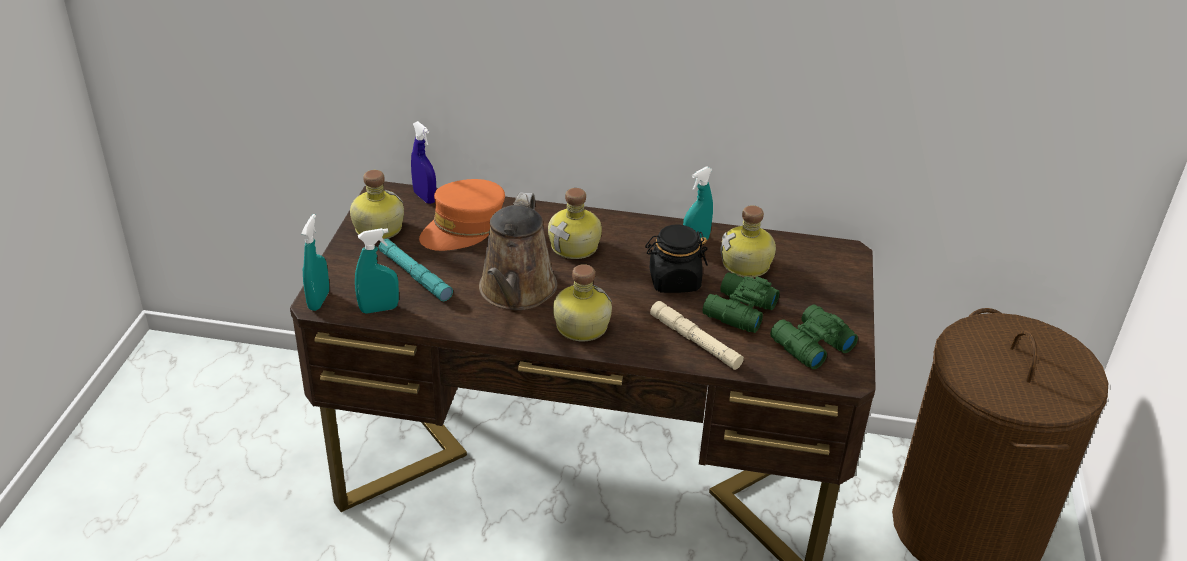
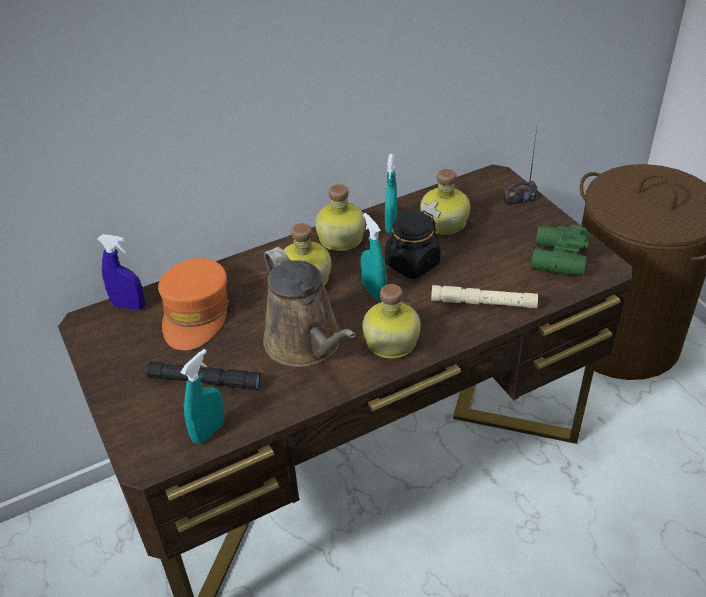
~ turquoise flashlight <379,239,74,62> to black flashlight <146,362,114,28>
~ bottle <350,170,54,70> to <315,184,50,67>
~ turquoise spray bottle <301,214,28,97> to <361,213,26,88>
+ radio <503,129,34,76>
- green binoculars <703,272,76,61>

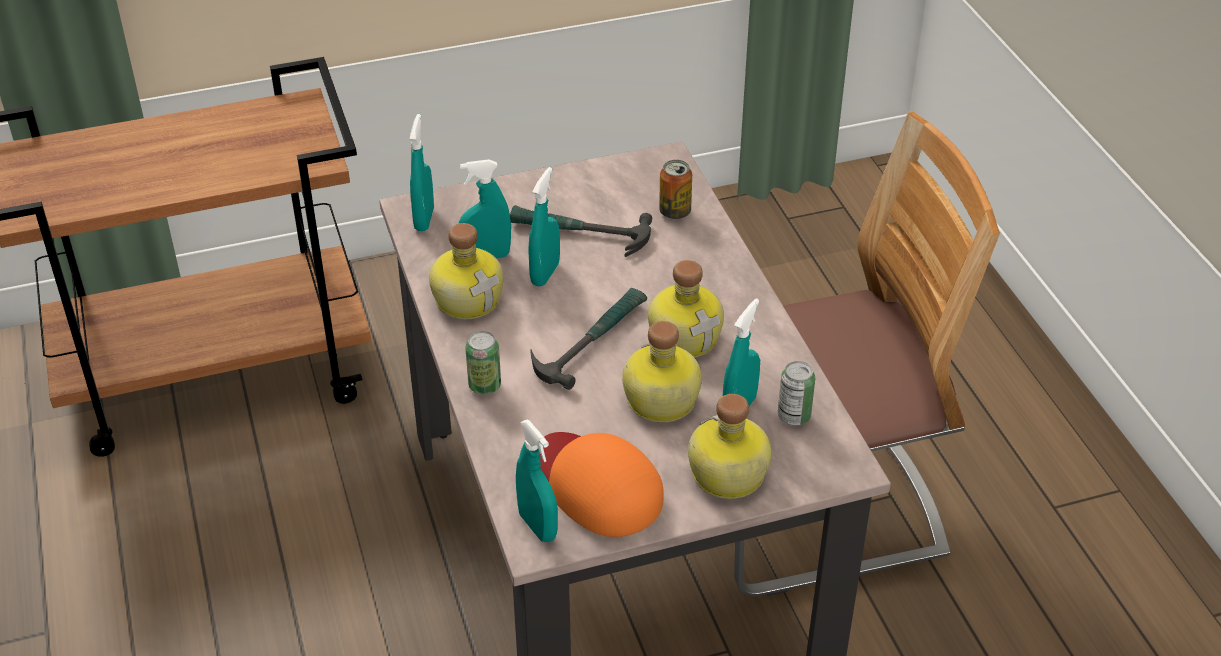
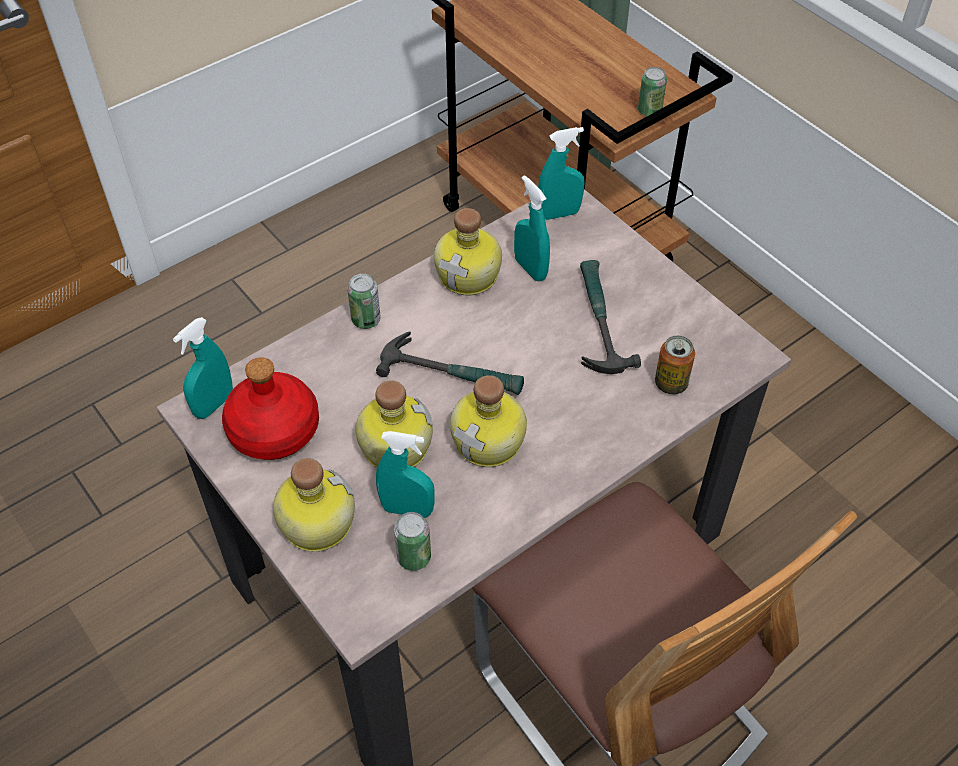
~ orange cap <540,432,124,105> to red bottle <222,357,97,103>
+ can <638,67,29,50>
- turquoise spray bottle <528,167,32,120>

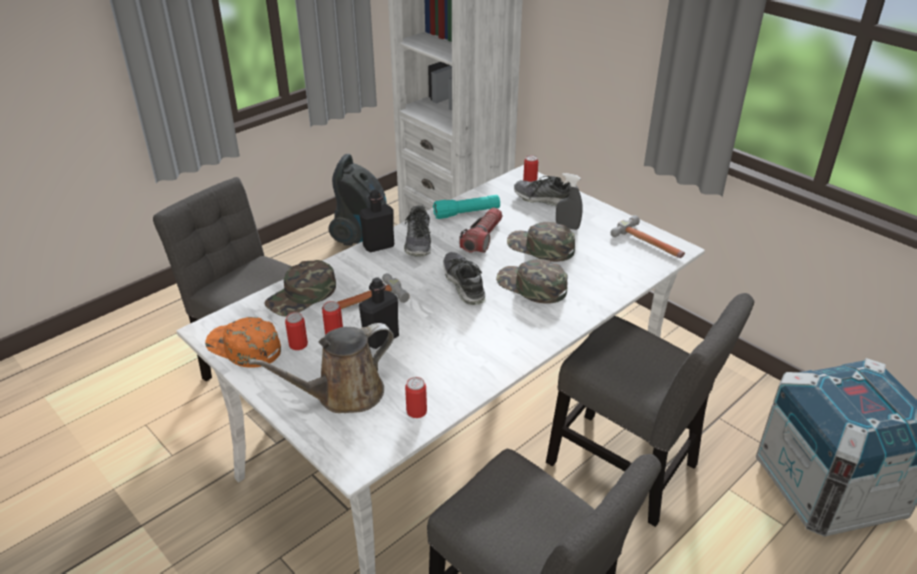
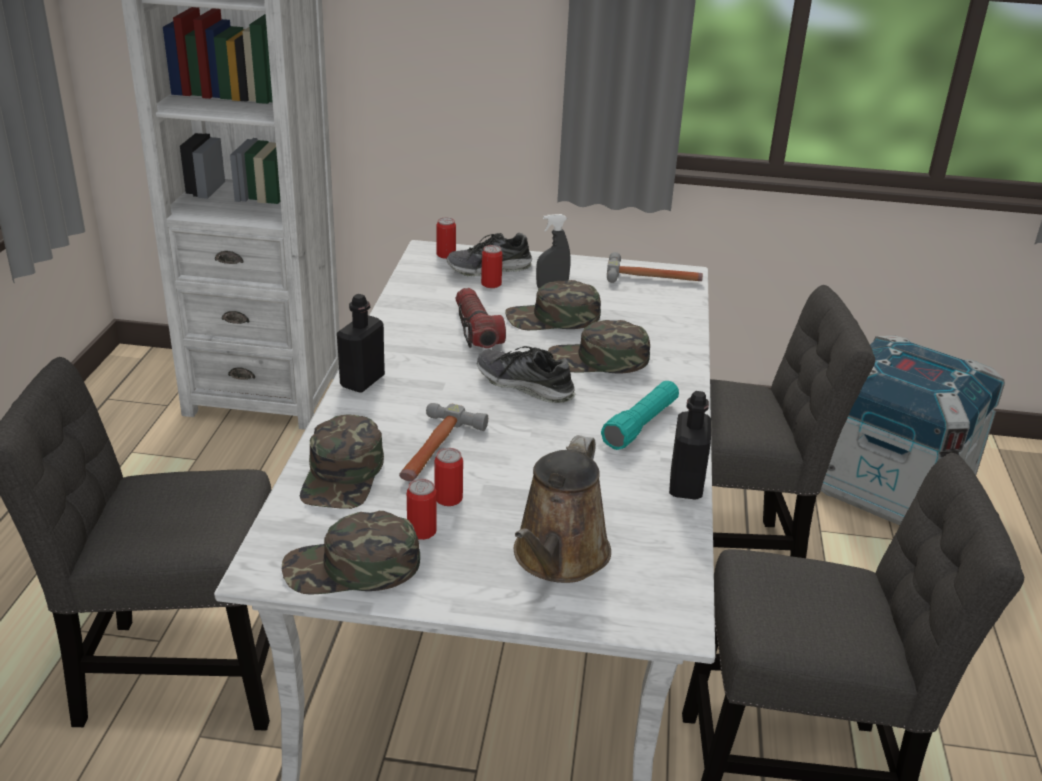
~ orange cap <205,317,76,51> to green cap <282,511,138,84>
~ can <405,377,22,41> to <481,245,22,43>
~ turquoise flashlight <433,195,67,24> to <601,381,78,69>
~ black bottle <359,277,40,72> to <669,391,42,109>
- vacuum cleaner <328,154,58,92>
- shoe <404,205,27,51>

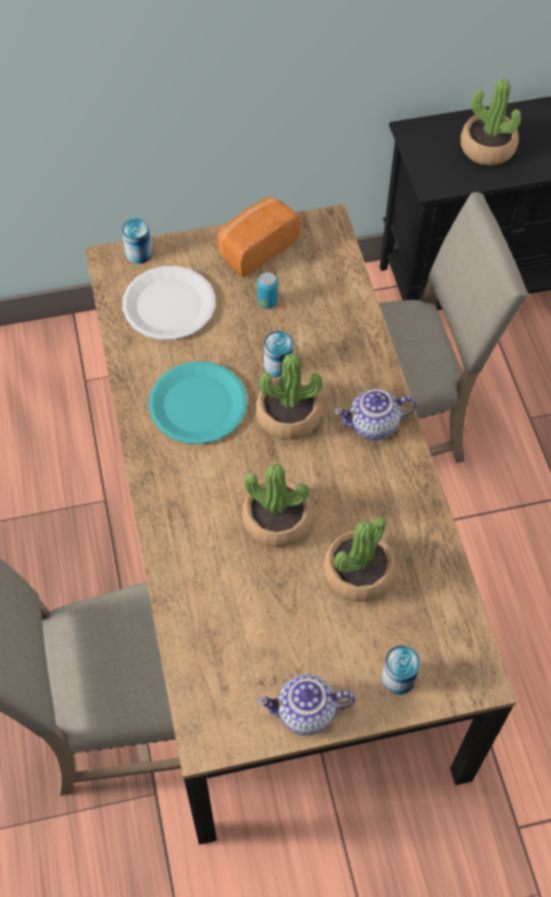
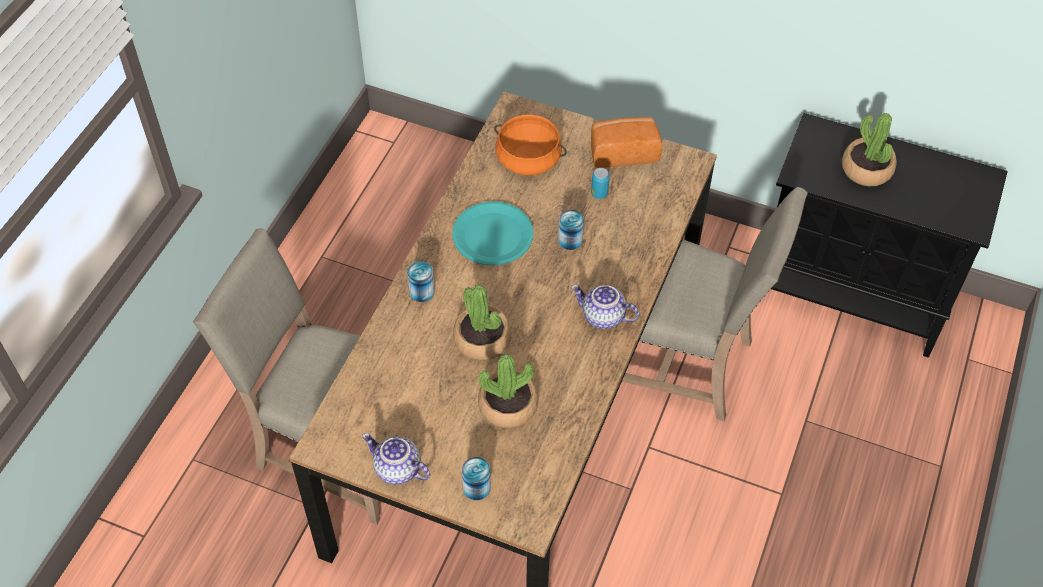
~ can <122,218,31,46> to <407,261,28,41>
~ white plate <122,266,93,74> to orange cooking pot <494,115,73,60>
- potted plant <255,353,68,87>

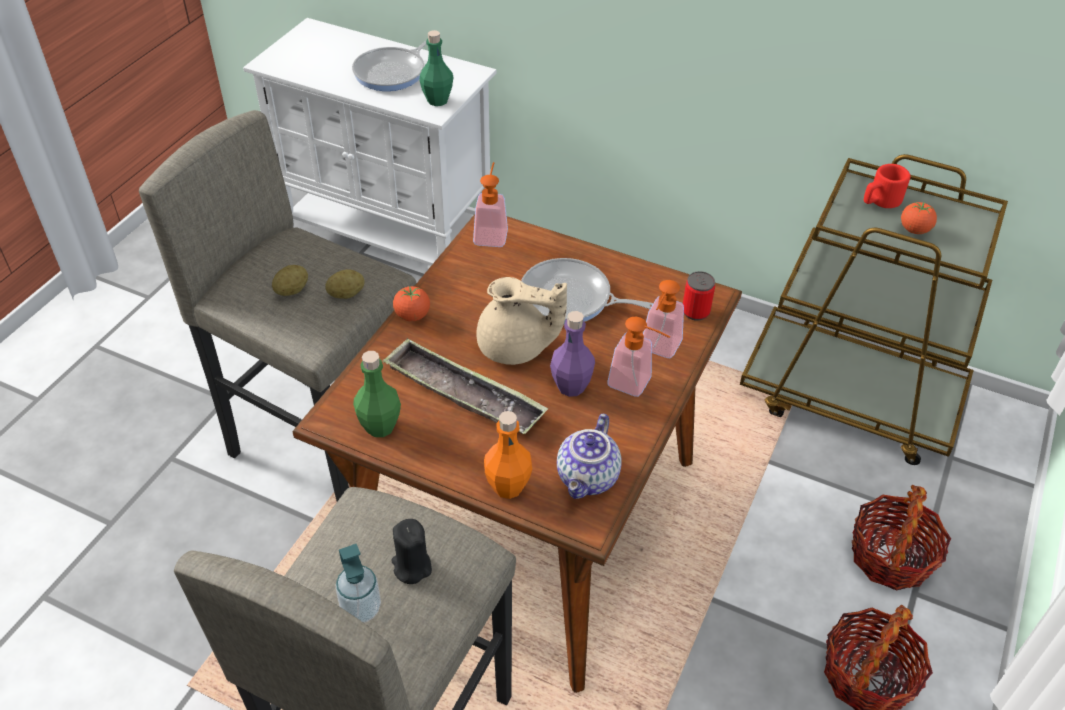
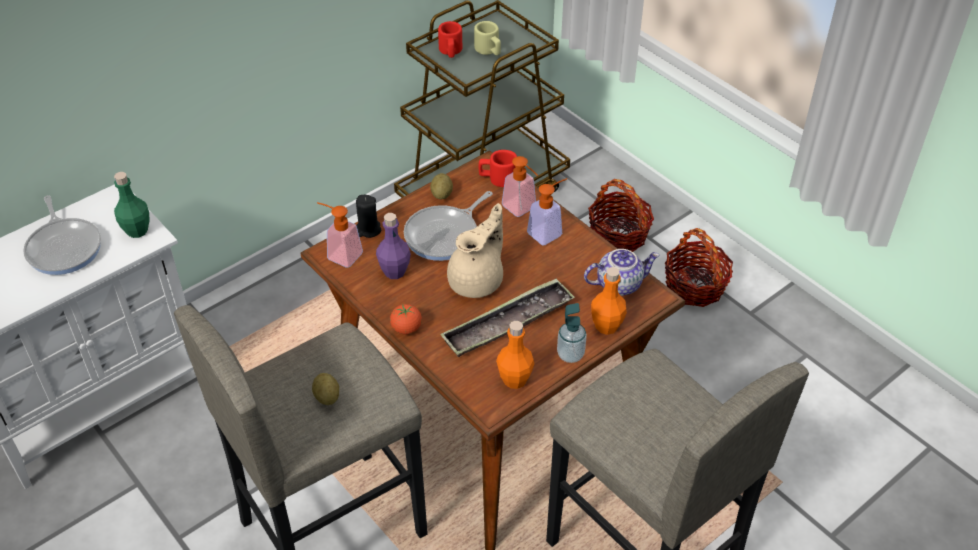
~ black candle <391,519,41,65> to <356,195,25,43>
~ purple bottle <550,311,45,86> to <376,213,35,66>
~ potato <326,269,39,30> to <430,173,23,26>
~ tomato <901,202,36,32> to beige mug <474,21,27,34>
~ can <683,271,32,50> to red mug <479,150,38,37>
~ green bottle <353,351,48,86> to orange bottle <496,321,38,68>
~ soap dispenser <335,544,46,79> to <557,303,30,60>
~ teapot <557,414,65,85> = <584,249,76,47> 60 degrees counterclockwise

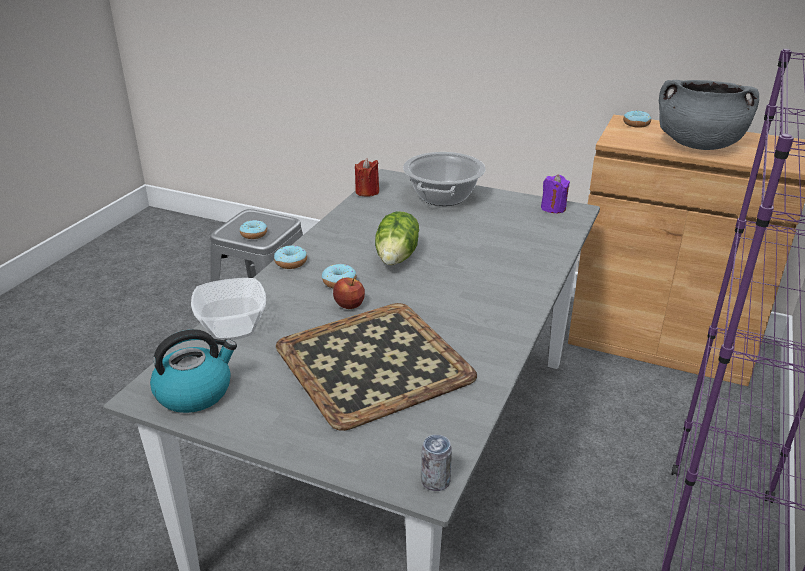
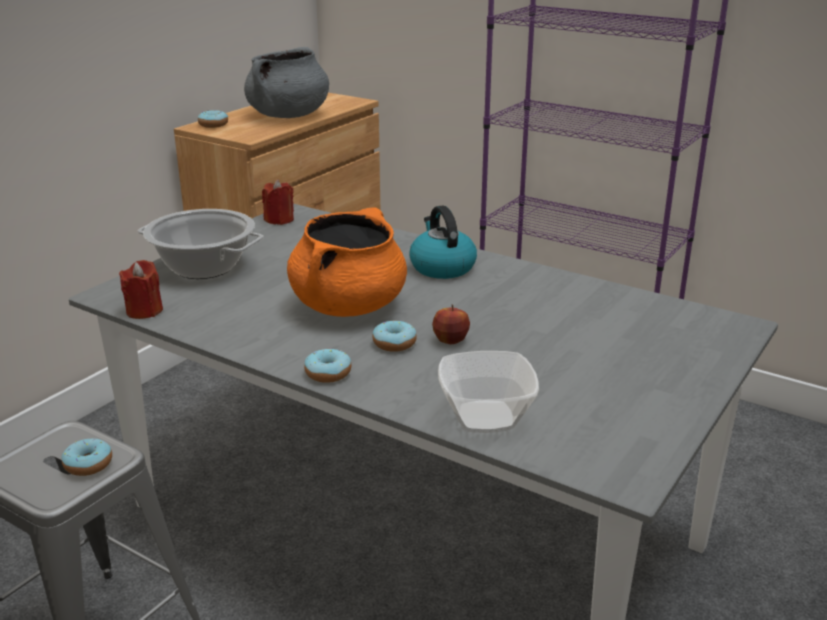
~ purple candle <541,174,29,39> to red candle <262,179,32,46>
~ lettuce <375,211,44,54> to orange cooking pot <287,208,120,109>
~ kettle <150,329,87,84> to <409,205,68,74>
- tray <276,303,201,128>
- can <421,435,31,56>

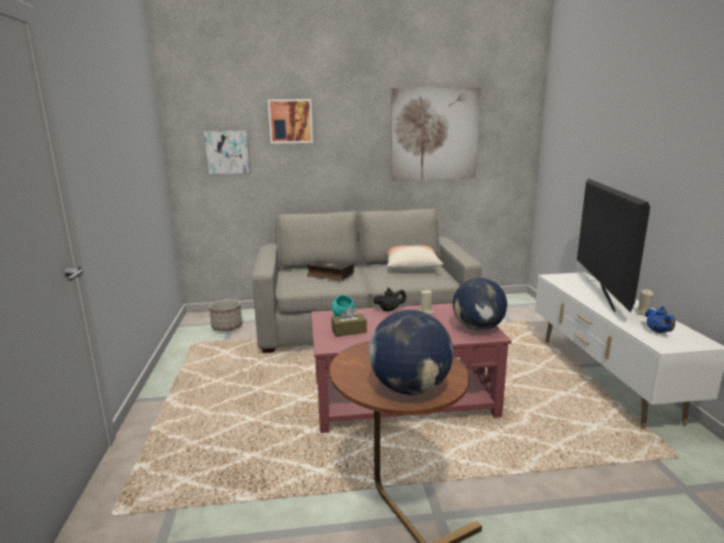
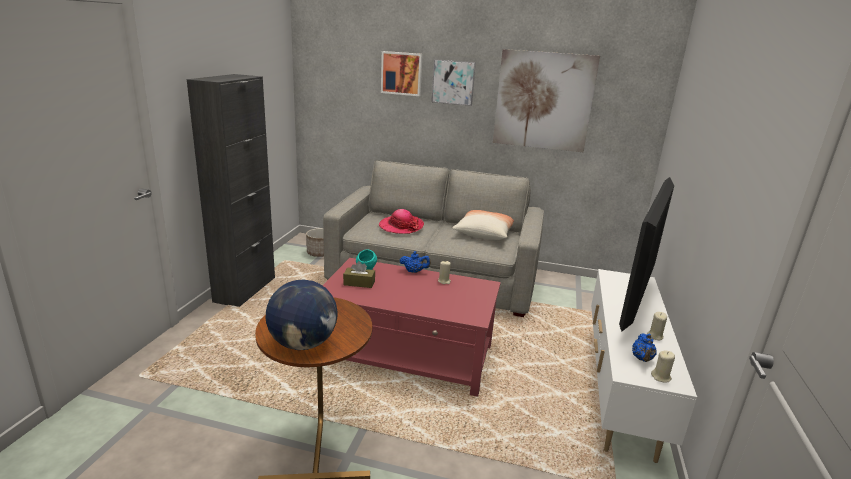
+ black cabinet <187,74,88,233>
~ book <307,260,47,21> to hat <379,209,45,25>
~ black teapot <373,288,33,23> to blue teapot <400,251,31,22>
~ picture <203,130,48,45> to <431,59,45,47>
+ beige candle <651,350,24,33>
- globe <453,278,54,53>

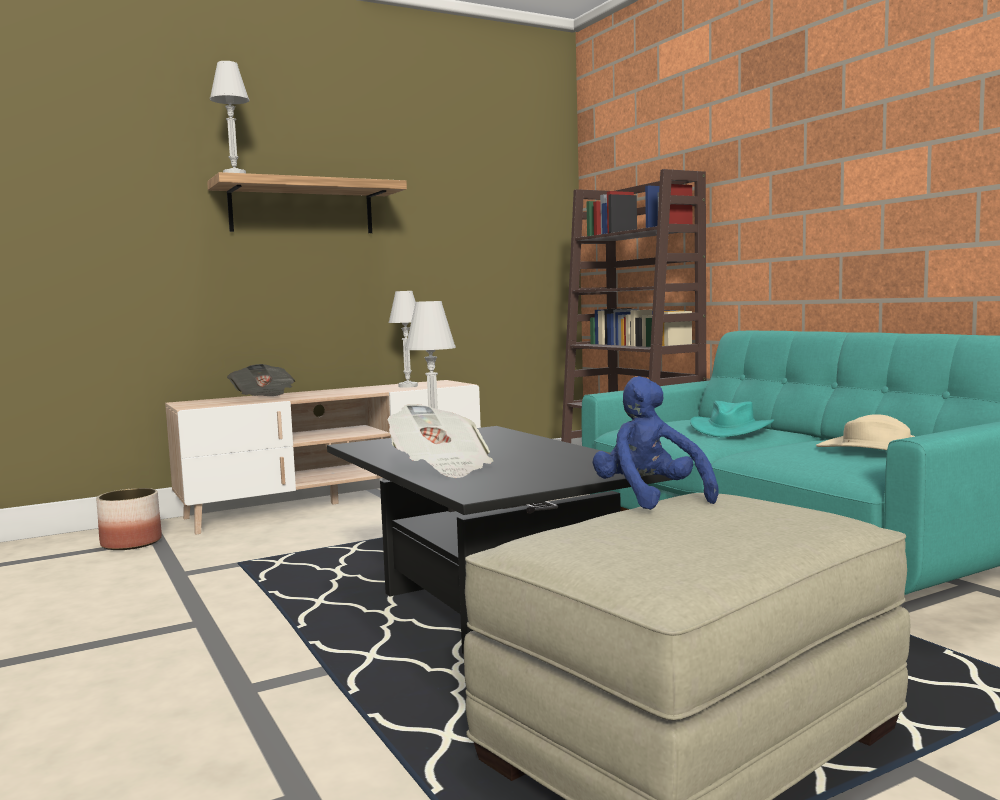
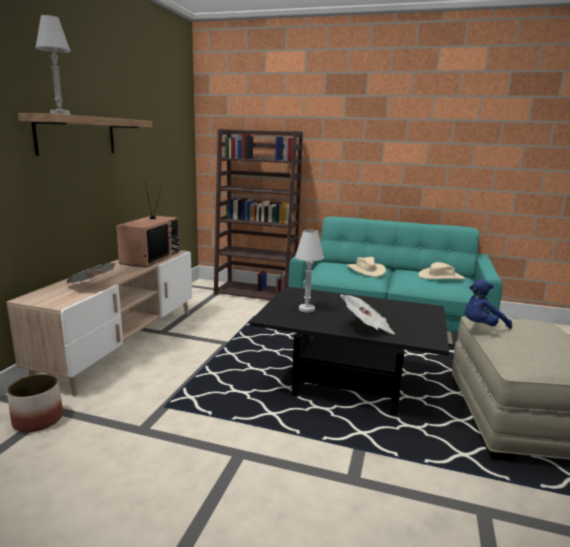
~ white table lamp <389,291,29,97> to television <116,182,64,85>
~ turquoise hat <690,401,84,36> to beige hat <347,257,39,20>
~ blue plush toy <592,376,127,134> = <465,279,47,50> 45 degrees counterclockwise

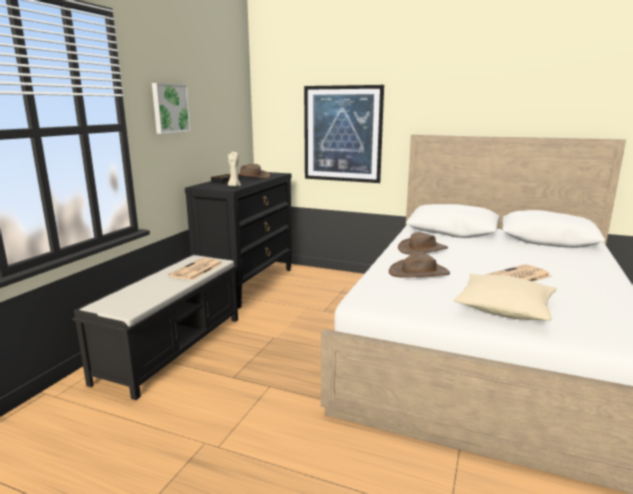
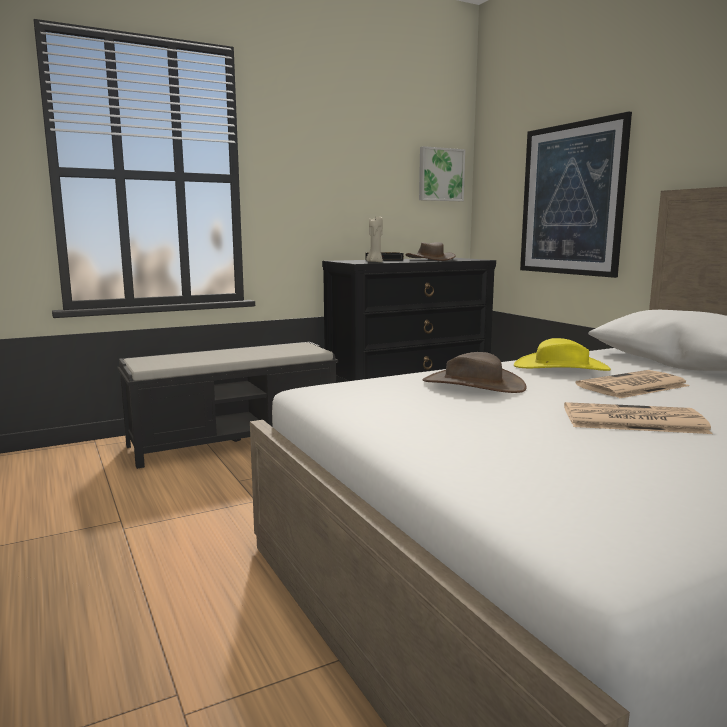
~ picture <152,83,39,51> to <419,146,46,55>
~ brown hat <398,232,50,22> to yellow hat <514,338,97,33>
~ newspaper <169,258,54,22> to <576,370,114,28>
- beige pillow <453,274,104,47>

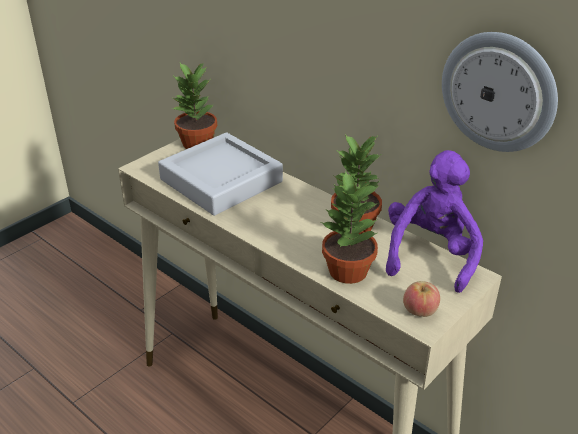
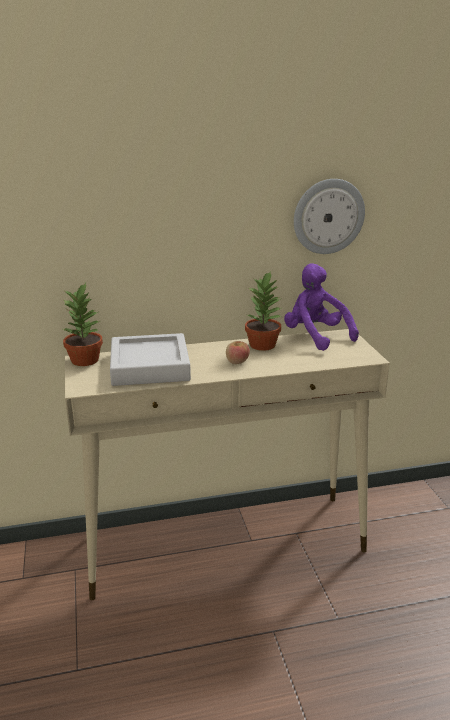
~ apple <403,281,37,36> to <226,341,24,23>
- potted plant <321,170,57,114>

